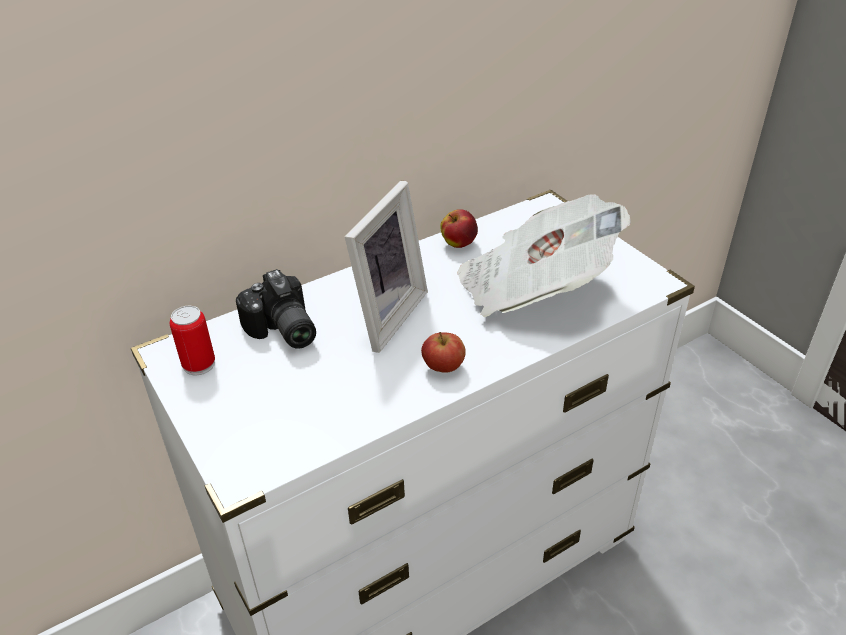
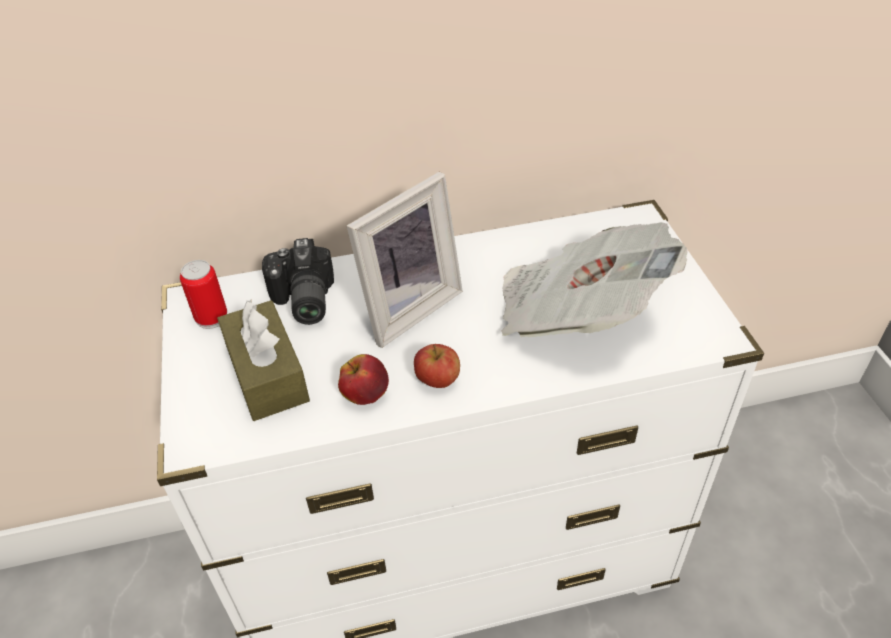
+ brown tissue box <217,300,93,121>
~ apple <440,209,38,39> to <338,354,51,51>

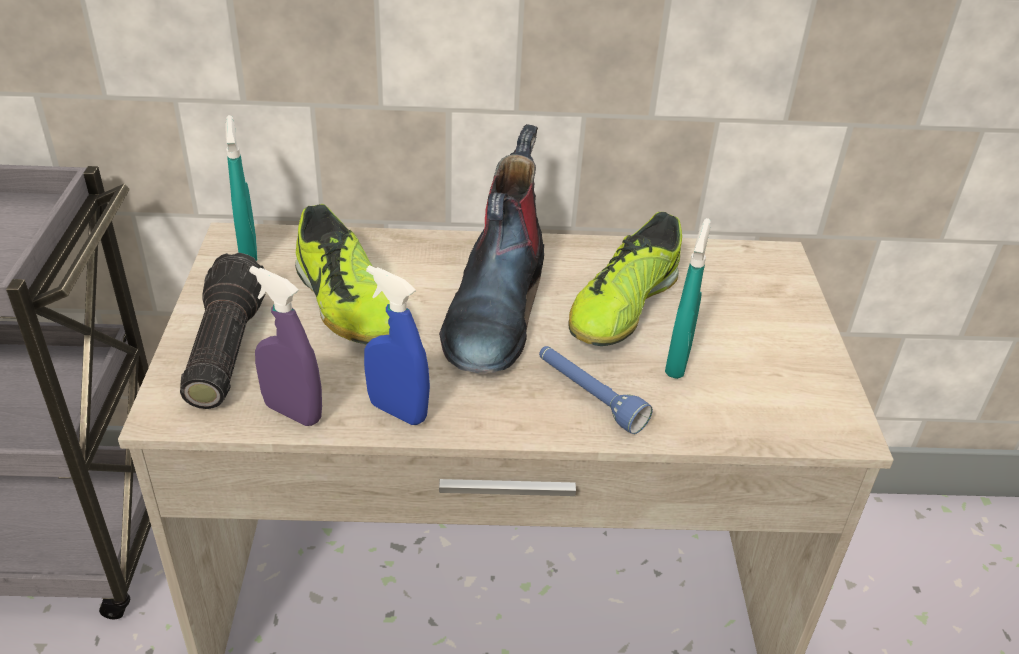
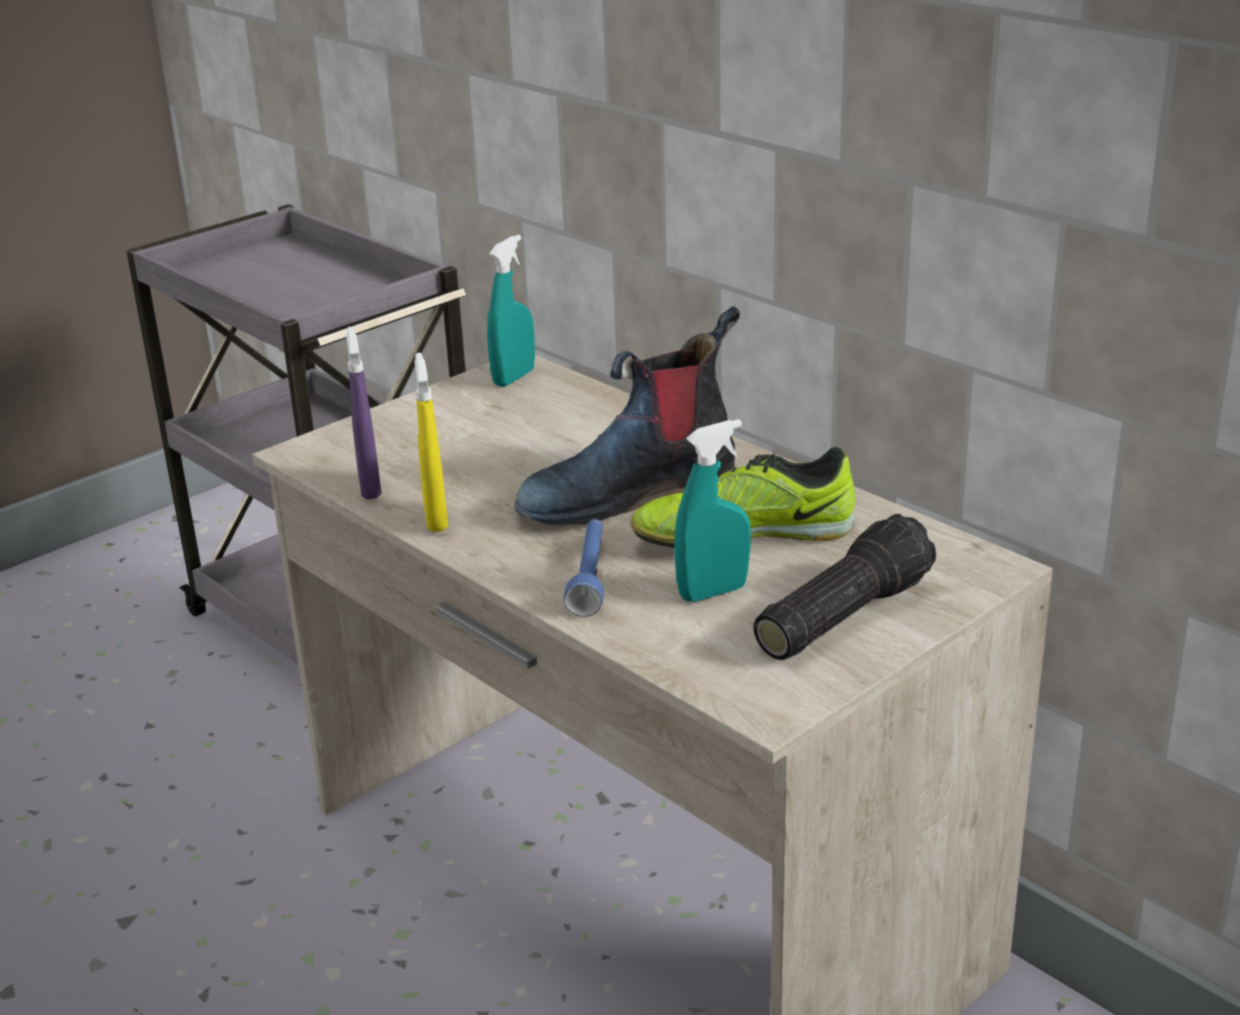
~ blue spray bottle <364,265,66,160> to yellow spray bottle <415,353,33,179>
~ flashlight <180,253,86,156> to <753,514,183,146>
- shoe <295,204,95,141>

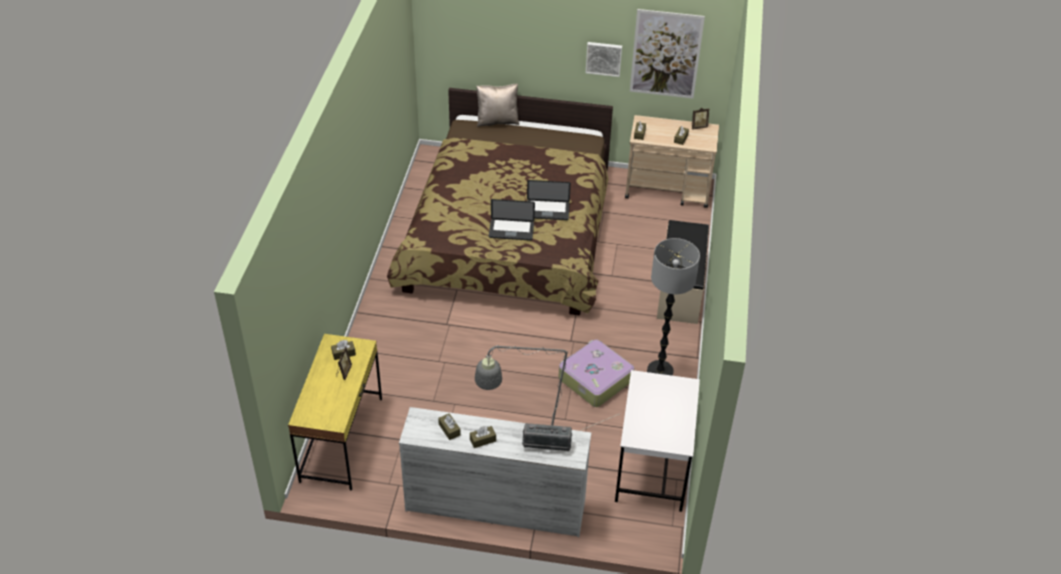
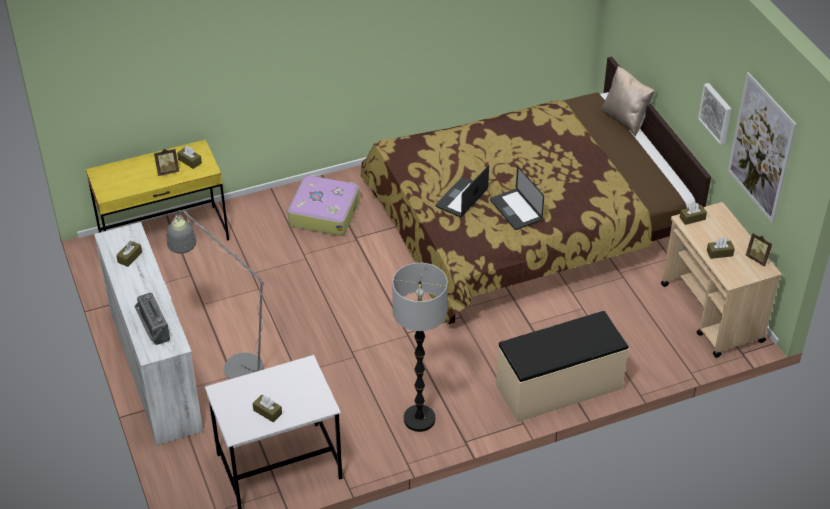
~ brown tissue box <470,426,26,22> to <253,395,29,27>
~ suitcase <559,339,75,68> to <288,175,72,61>
~ laptop <489,199,46,42> = <436,165,53,52> 60 degrees clockwise

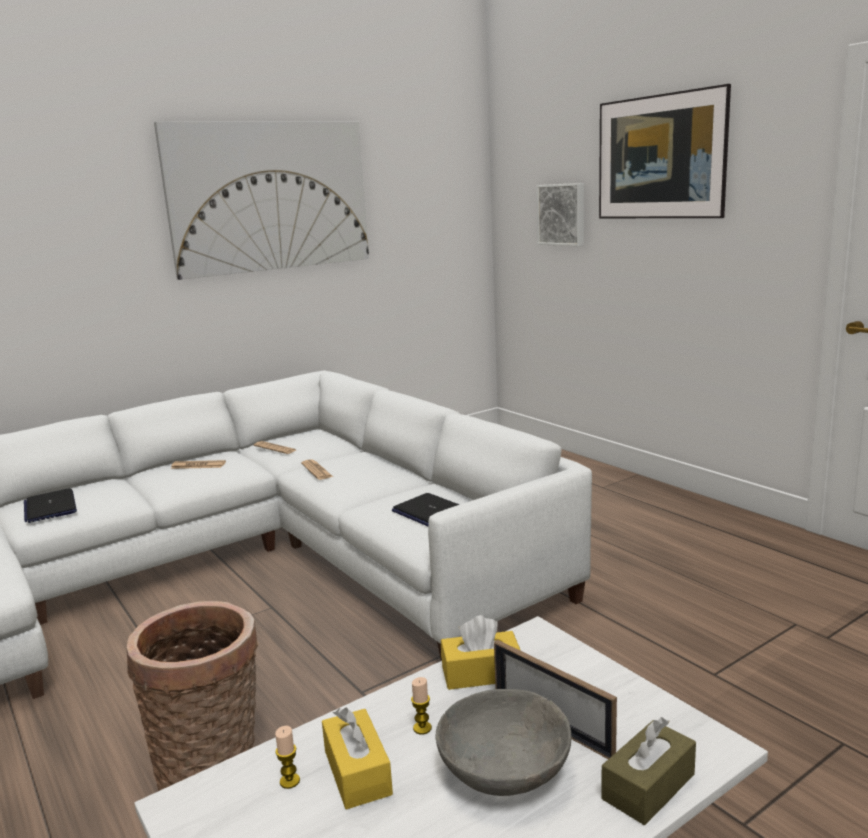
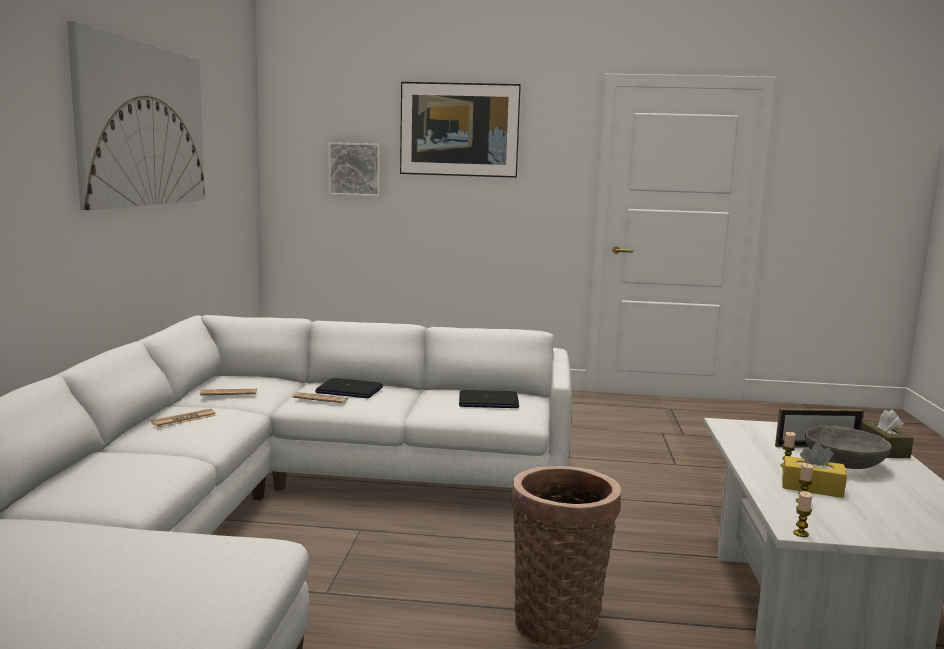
~ laptop <24,488,53,35> to <315,378,68,20>
+ candle <793,491,19,46>
- yellow tissue box <441,615,80,75>

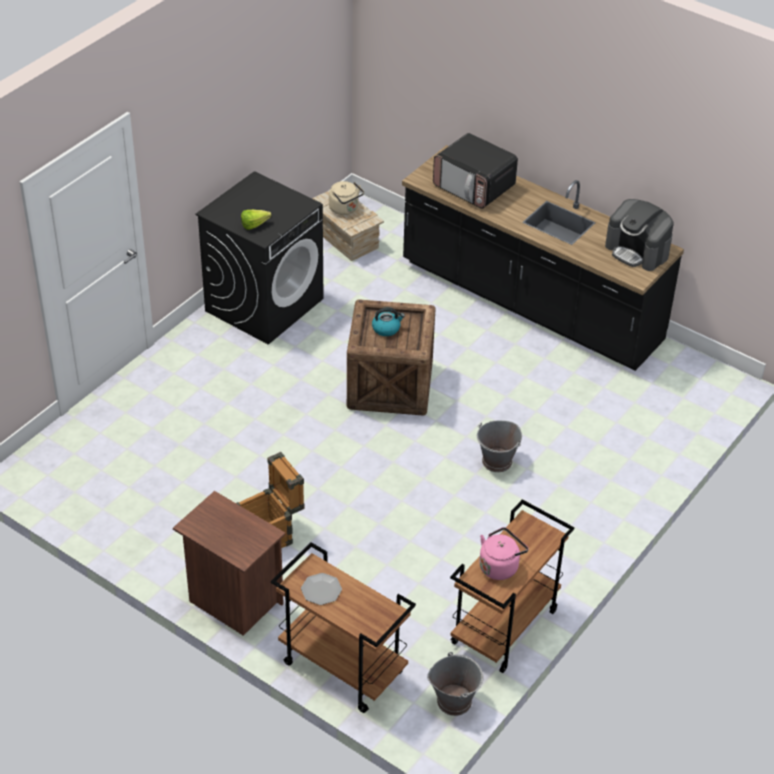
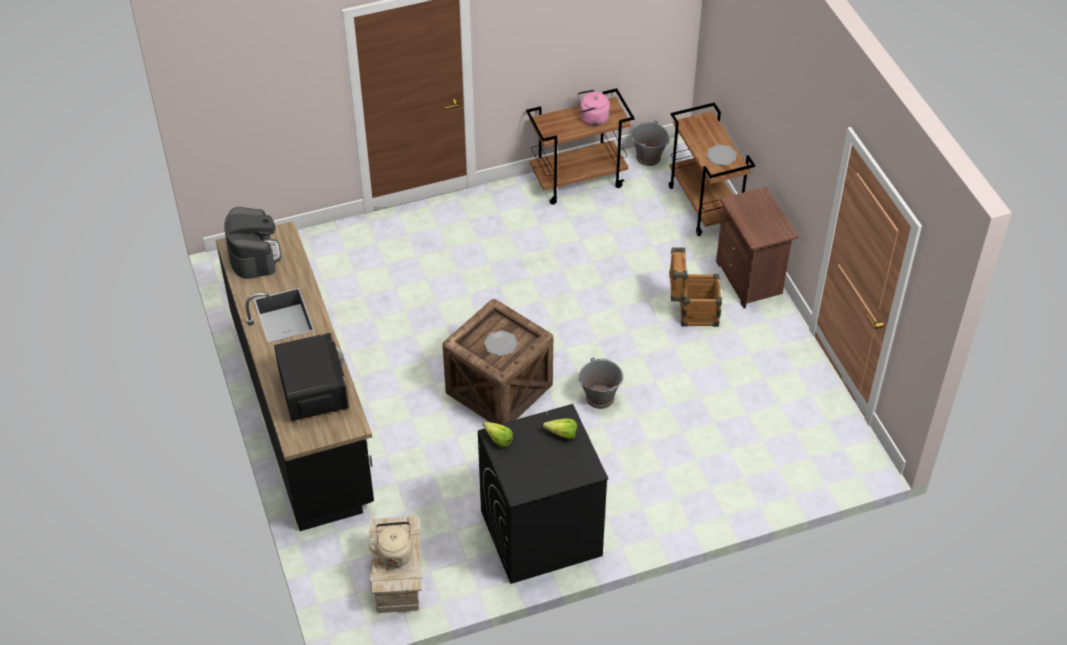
+ lettuce <483,422,30,25>
~ kettle <372,307,33,29> to plate <484,330,34,26>
~ grey bucket <477,420,45,52> to <578,357,45,52>

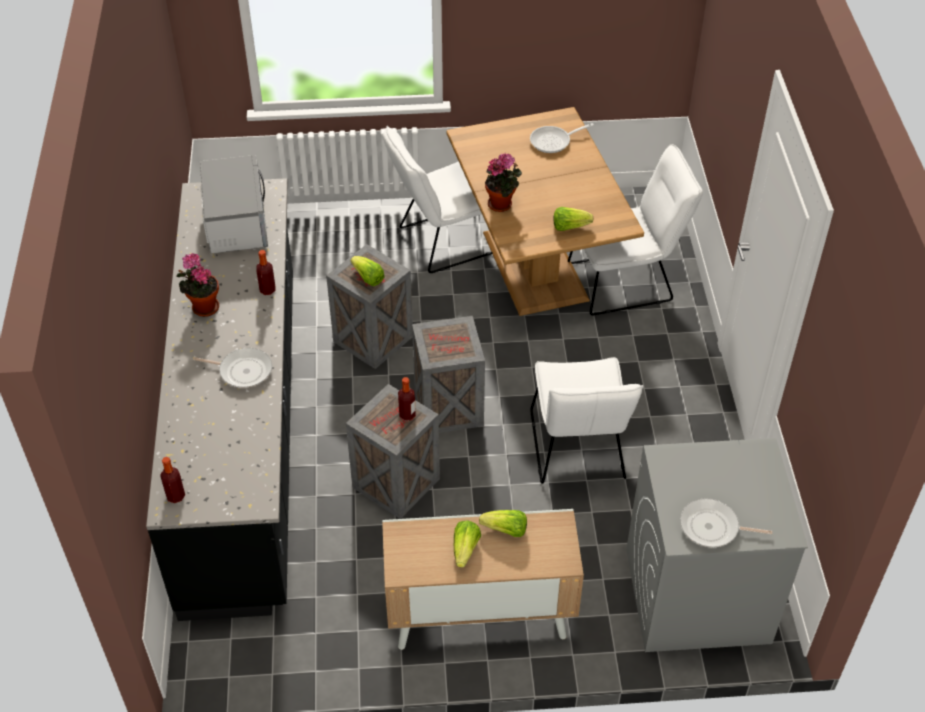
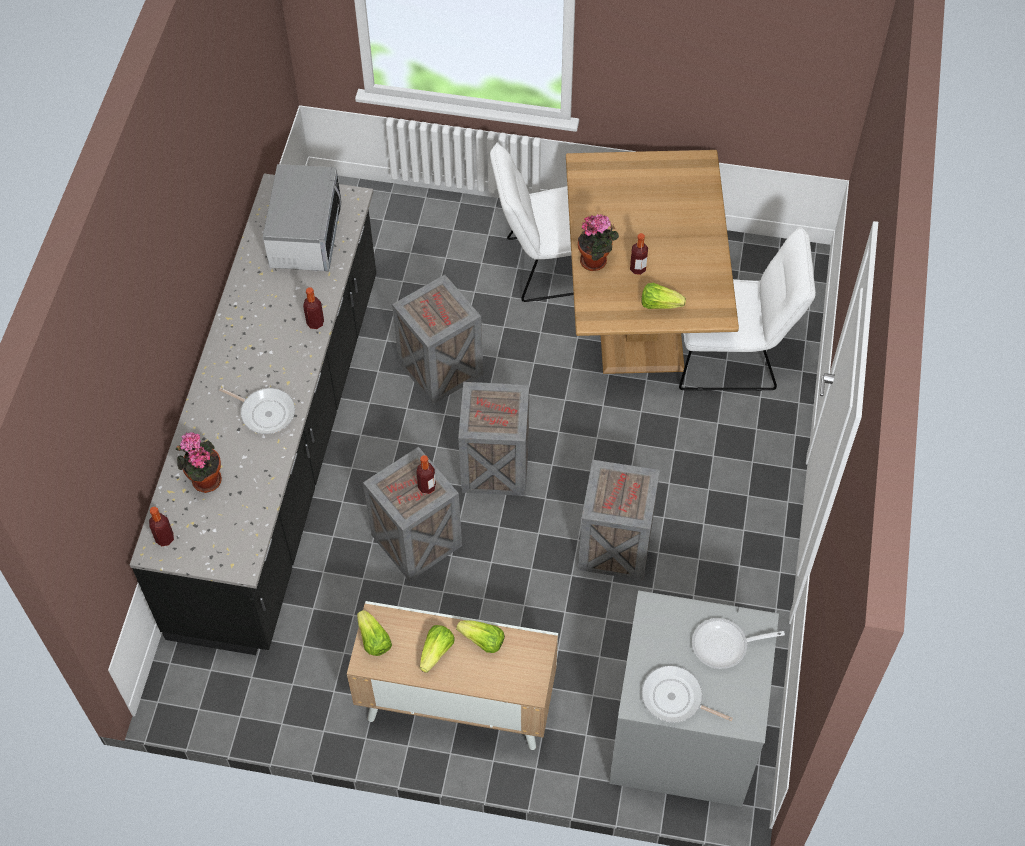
~ potted plant <176,253,43,64> to <175,432,47,61>
~ lettuce <351,256,34,30> to <357,610,35,46>
~ white chair <530,357,114,127> to crate <578,460,82,121>
+ bottle <630,233,18,42>
~ frying pan <530,123,64,30> to <692,618,93,51>

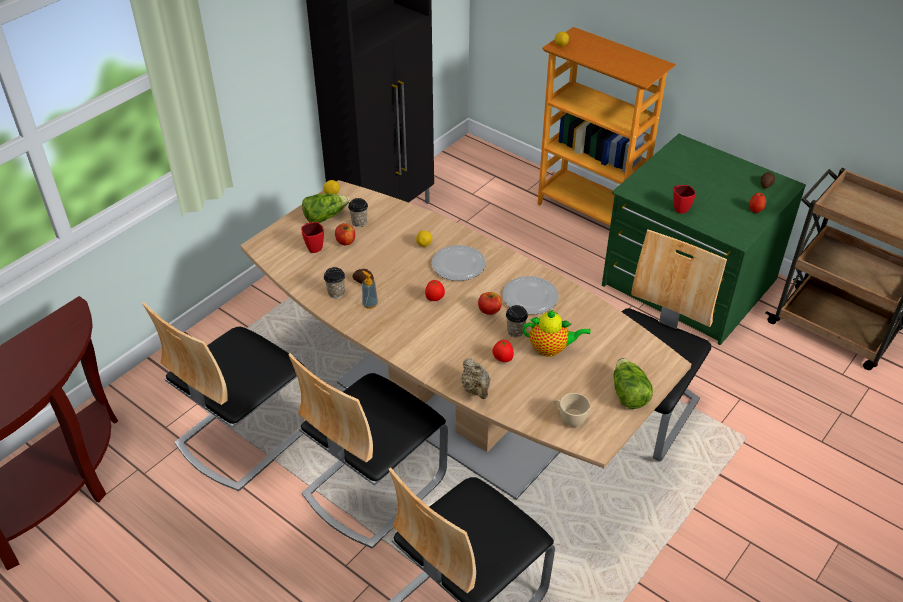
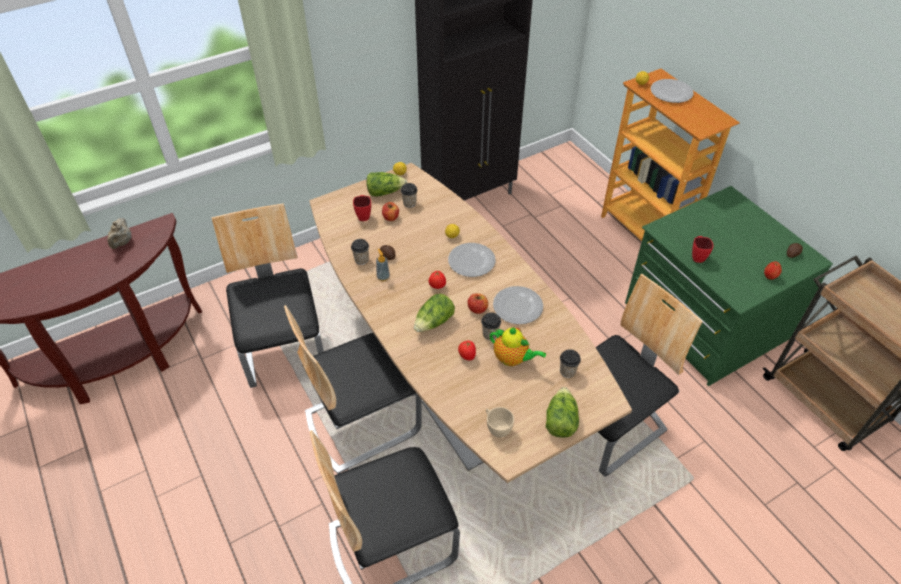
~ beige teapot <461,358,29,41> to <107,218,25,31>
~ chair <142,302,164,189> = <211,203,113,185> 105 degrees clockwise
+ lettuce <414,294,41,38>
+ cup <560,349,21,29>
+ plate <651,79,43,24>

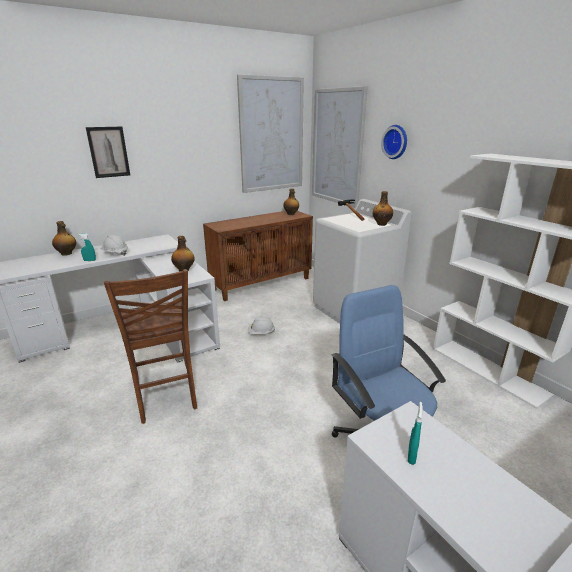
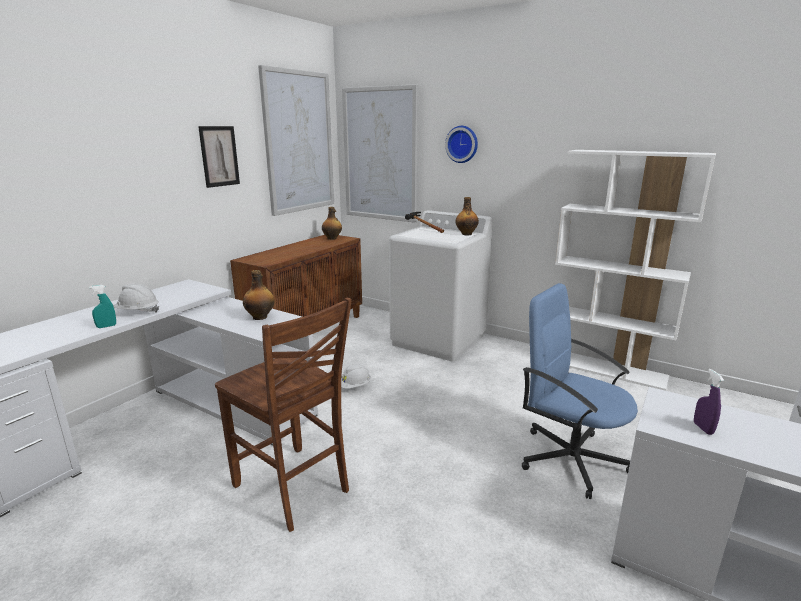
~ picture <86,127,44,51> to <198,126,42,62>
~ turquoise spray bottle <408,402,15,63> to purple spray bottle <694,369,30,66>
- bottle <52,221,24,34>

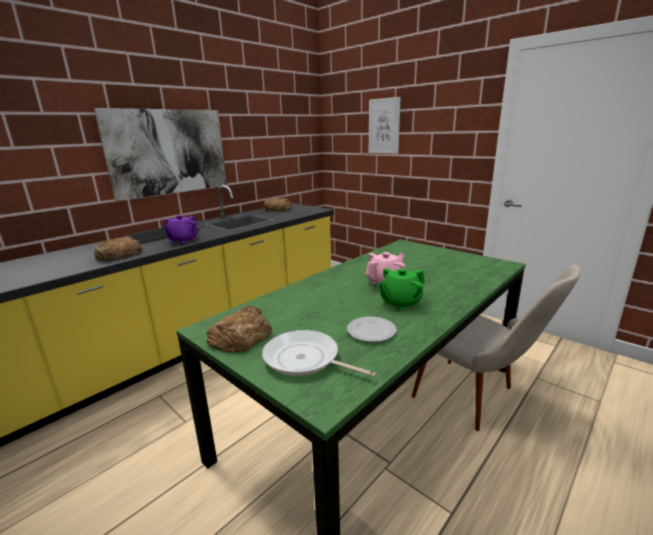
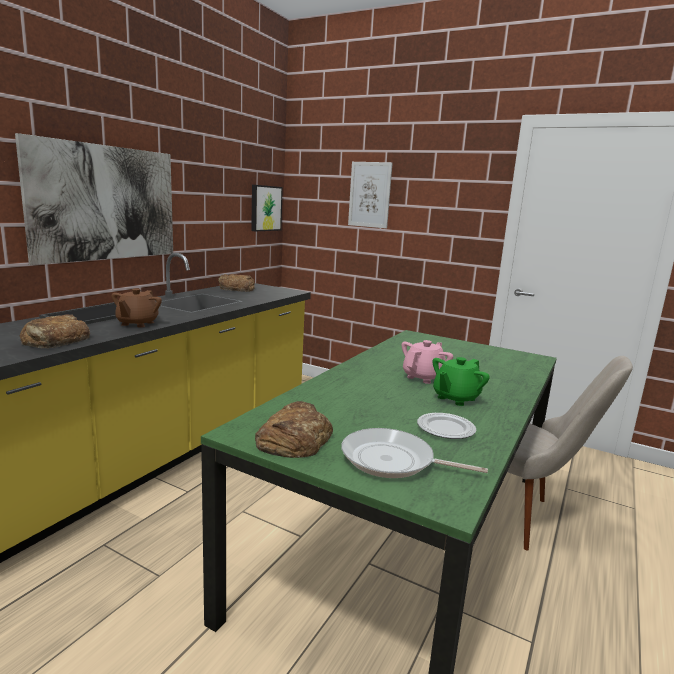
~ purple teapot <163,215,35,29> to brown teapot <111,288,51,40>
+ picture <251,185,32,47>

